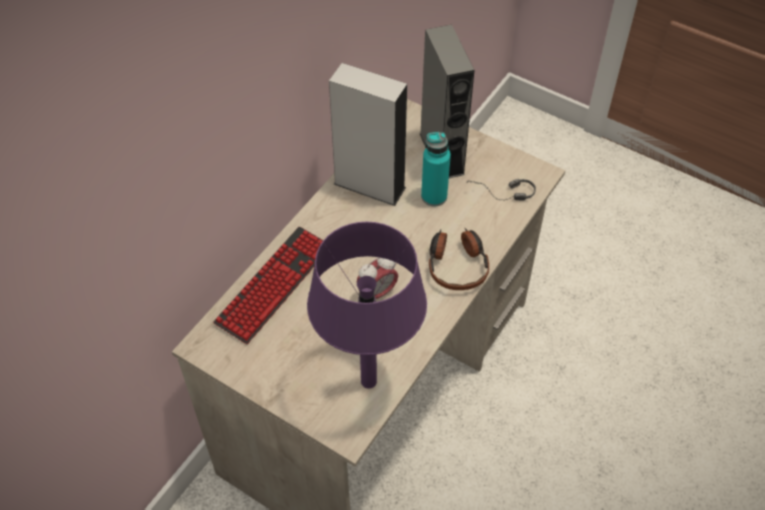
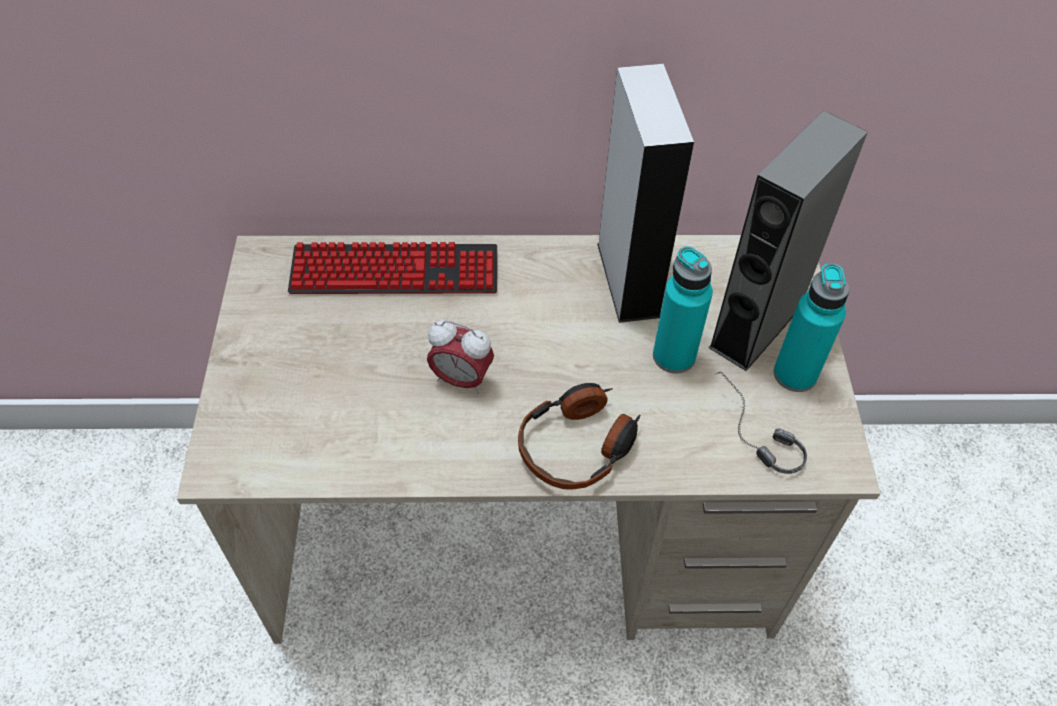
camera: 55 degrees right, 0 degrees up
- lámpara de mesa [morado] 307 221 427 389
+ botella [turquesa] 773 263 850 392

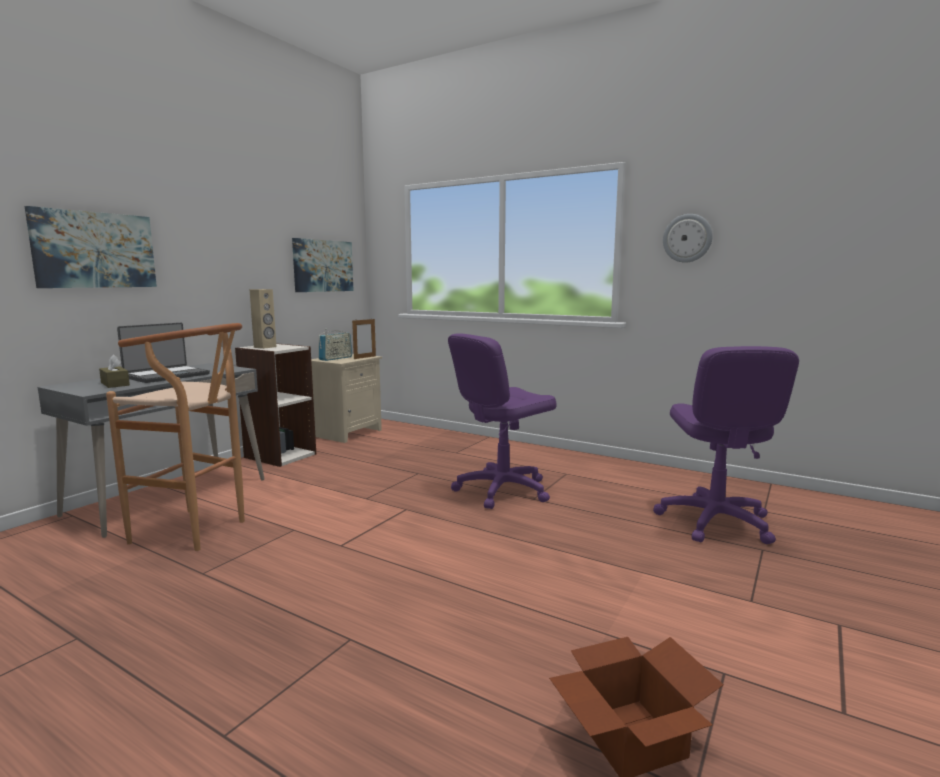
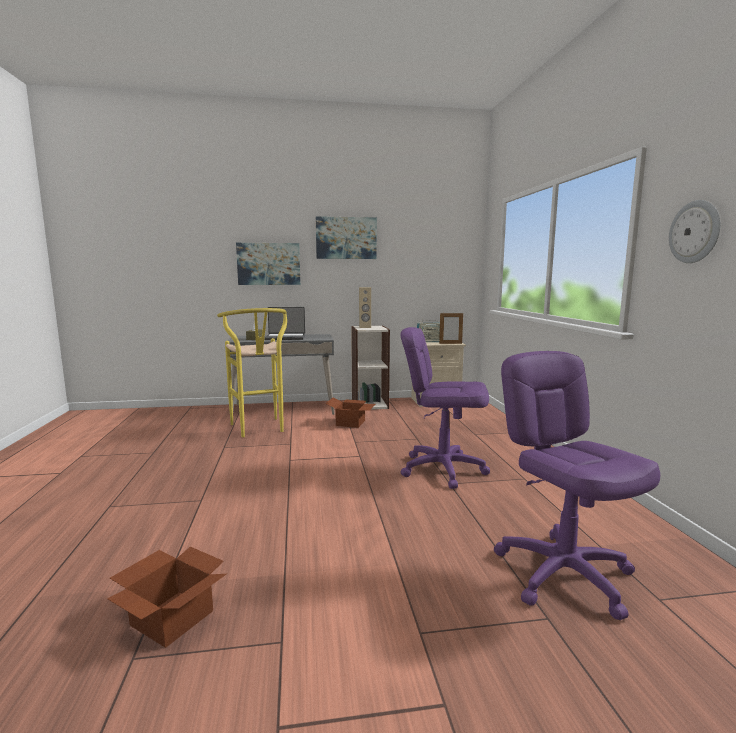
camera: 50 degrees right, 0 degrees up
~ cuadro 292 238 354 292 to 316 216 377 259
~ taburete [marrón] 106 323 245 551 to taburete [amarillo] 217 308 287 437
~ silla de oficina [morado] 653 346 799 544 = 494 351 660 620 105 degrees clockwise
+ caja de cartón 325 397 375 428

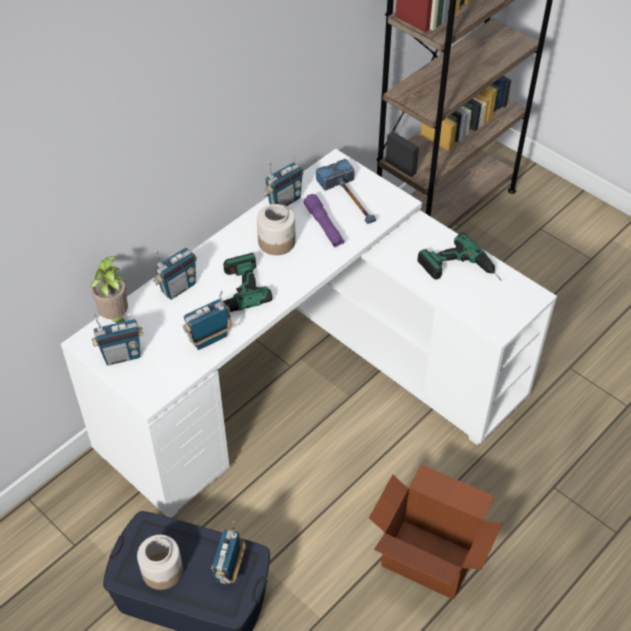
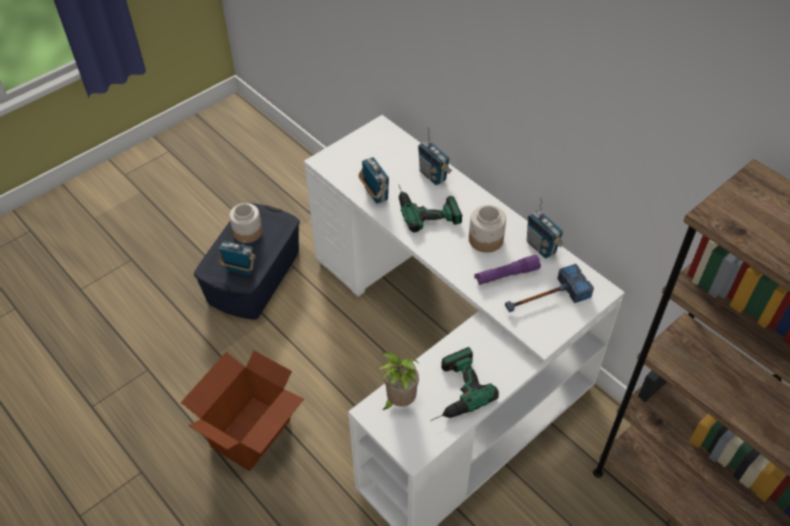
camera: 95 degrees right, 0 degrees up
~ planta en maceta 91 256 128 323 to 378 352 419 410
- radio 92 314 143 365

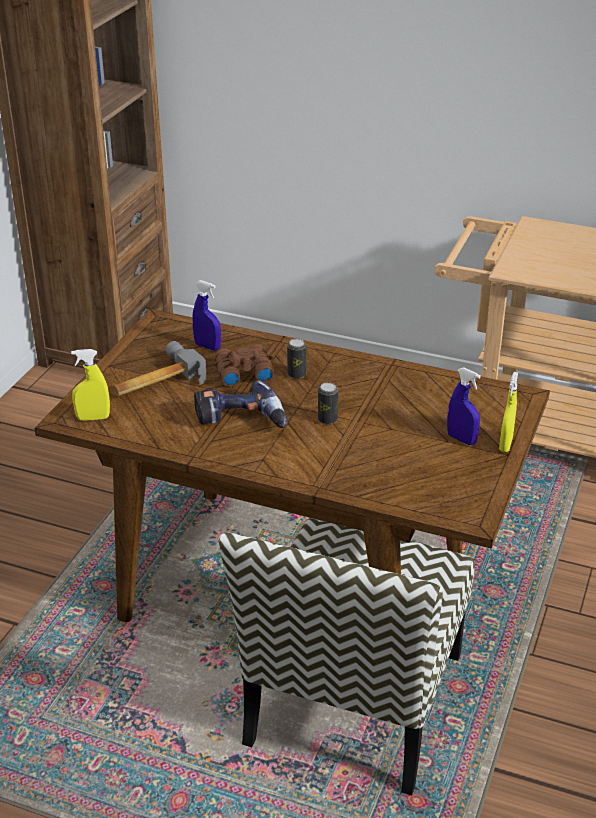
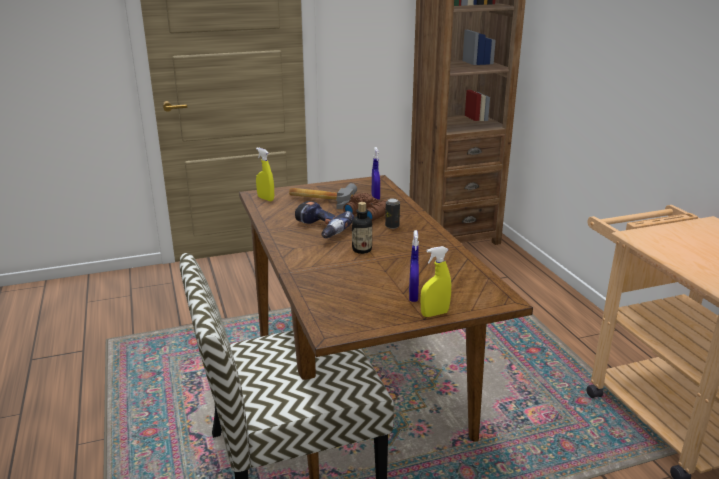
camera: 50 degrees right, 10 degrees down
~ lata 318 382 338 424 to botella 352 202 372 254

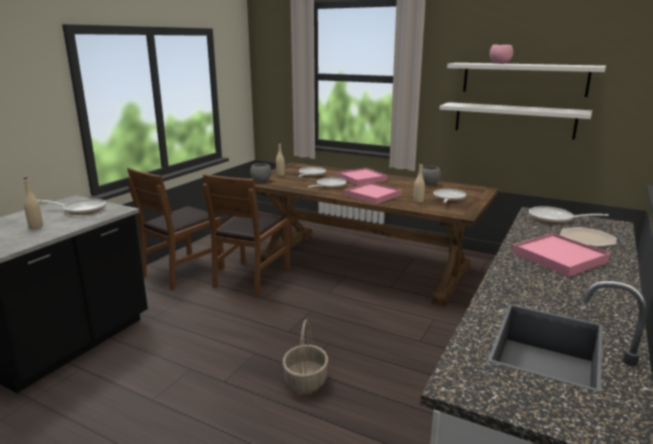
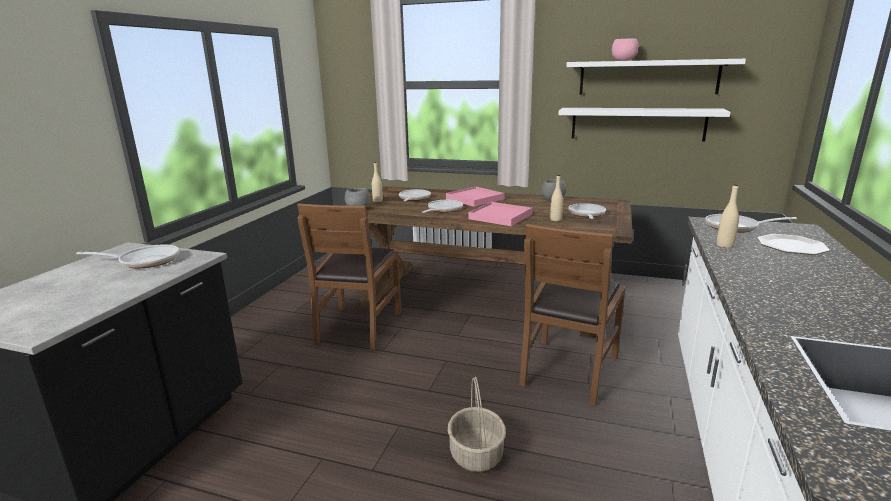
camera: 10 degrees left, 0 degrees up
~ silla [marrón] 127 168 225 290 to 519 224 626 406
~ botella [beis] 24 177 43 229 to 717 184 739 248
- bandeja [rosa] 512 233 610 277

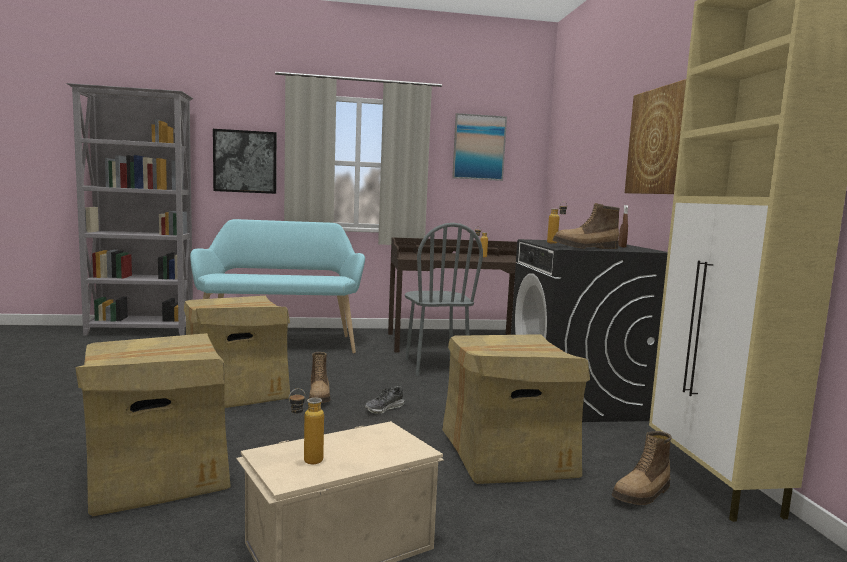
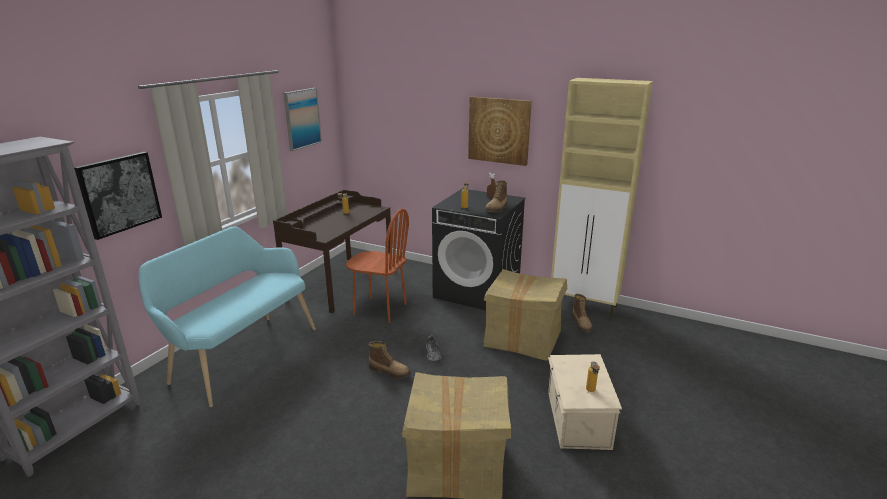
camera: 55 degrees left, 15 degrees up
~ silla [gris] 405 223 483 376 to silla [marrón] 346 209 409 323
- caja de cartón 184 296 290 408

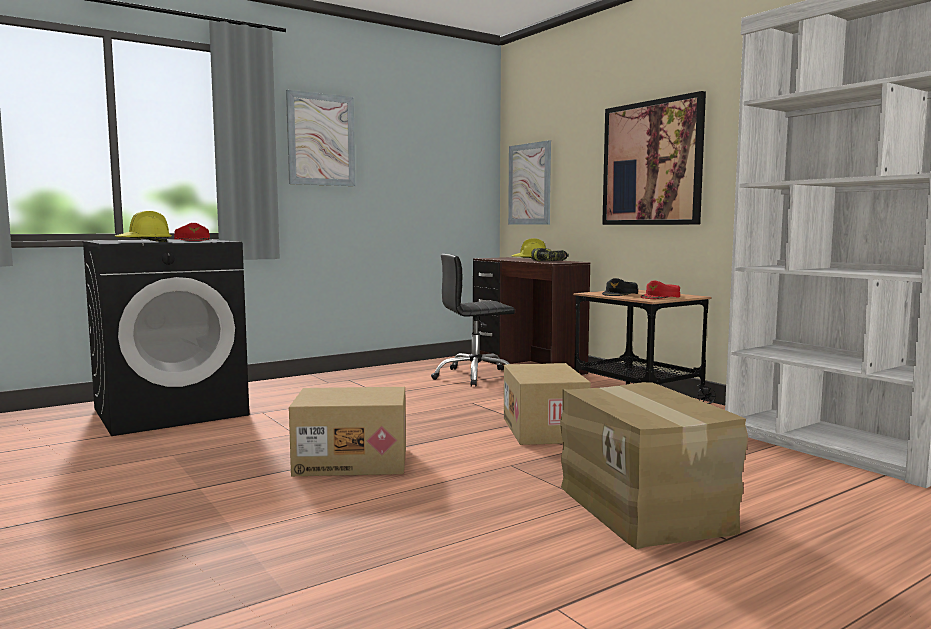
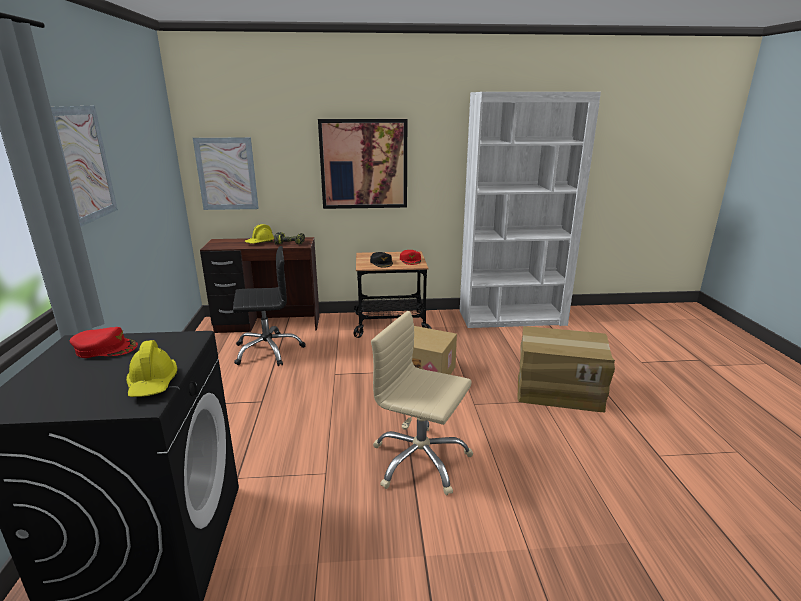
camera: 60 degrees left, 15 degrees up
~ silla de oficina [negro] 431 254 515 387 = 233 246 306 366 120 degrees counterclockwise
~ caja de cartón 289 387 406 476 to silla de oficina [beis] 371 311 473 495

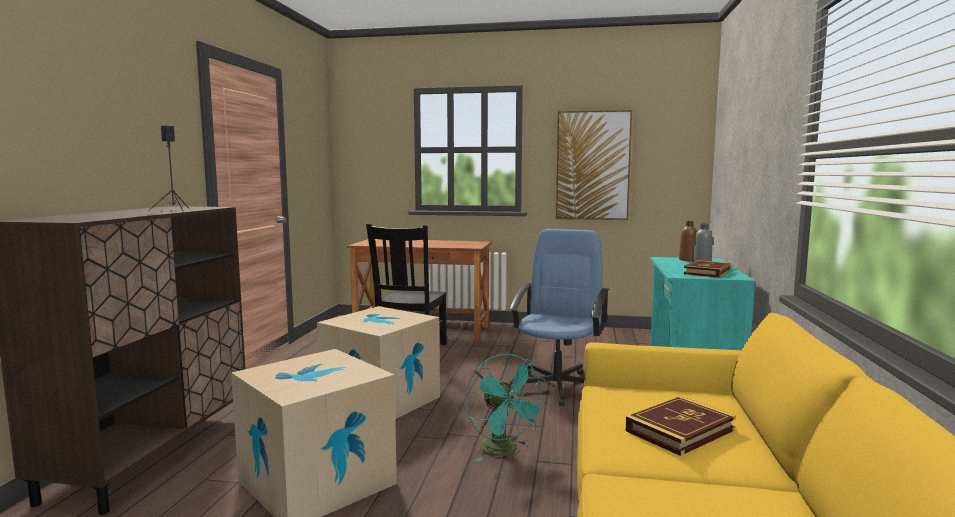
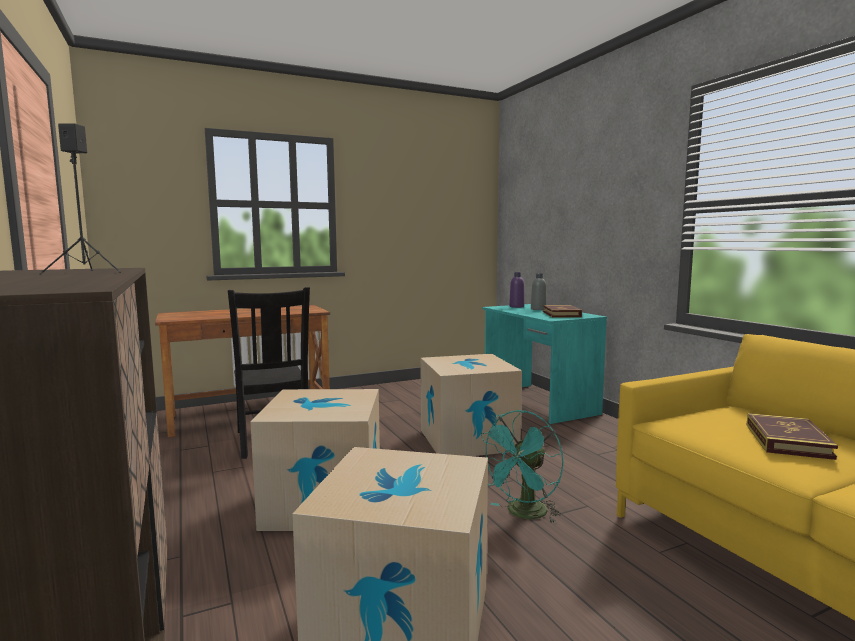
camera: 35 degrees left, 0 degrees up
- cuadro 556 110 632 220
~ botella [marrón] 679 221 697 261 to botella [morado] 509 272 524 308
~ silla de oficina [azul] 509 229 609 407 to caja de cartón 420 354 522 456
~ ventilador [turquesa] 466 354 547 462 = 481 410 563 524 105 degrees clockwise

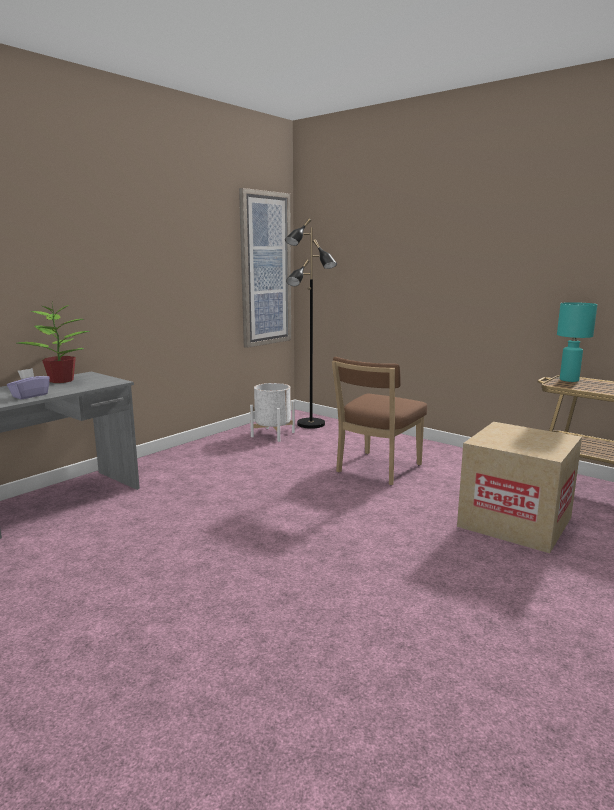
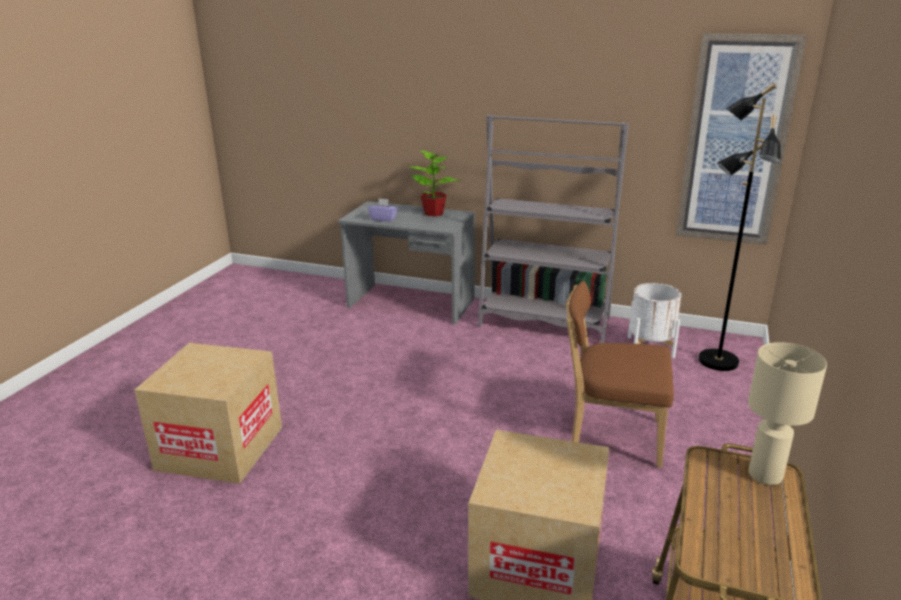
camera: 70 degrees right, 10 degrees up
~ lámpara de mesa [turquesa] 557 302 597 382 to lámpara de mesa [beis] 748 342 827 485
+ estantería [gris] 478 115 629 343
+ caja de cartón 134 343 282 484

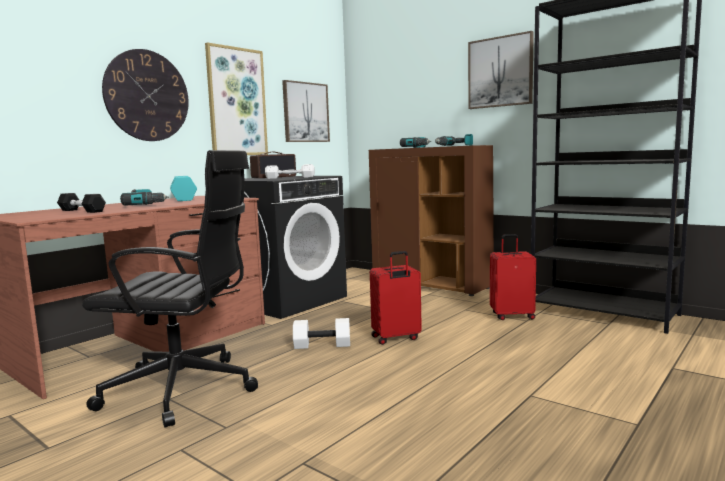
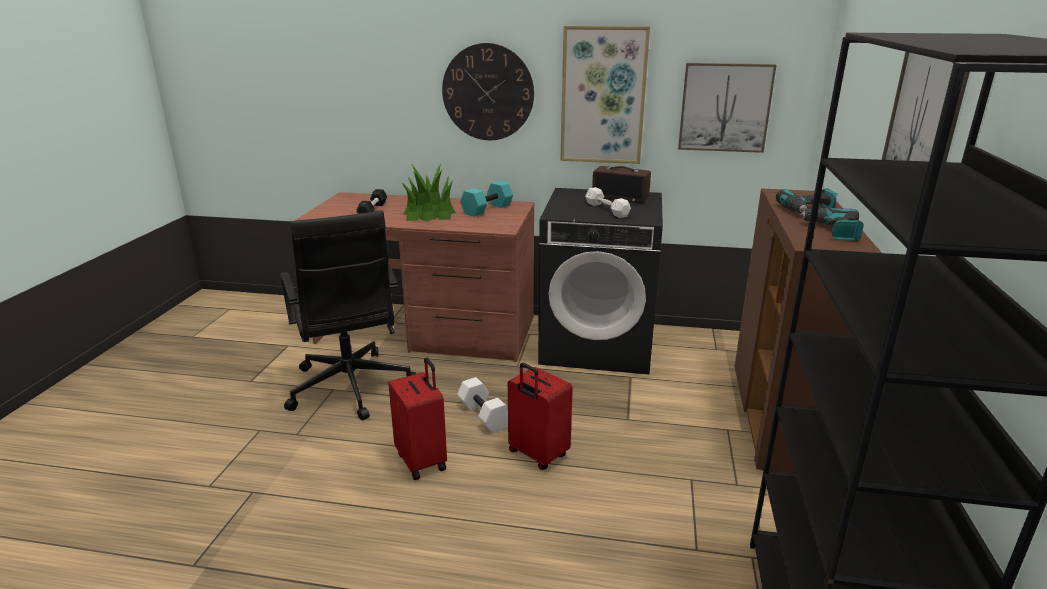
camera: 60 degrees right, 15 degrees up
~ taladro 120 189 169 206 to planta en maceta 401 164 456 221
~ maleta [rojo] 490 234 536 320 to 388 357 447 480

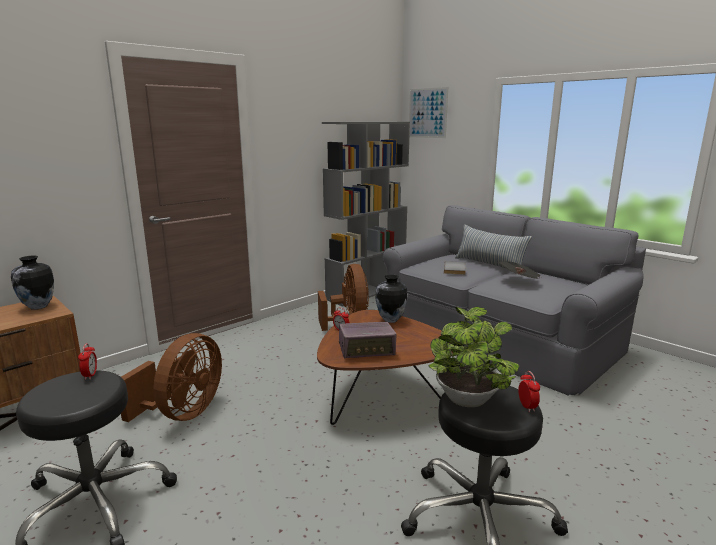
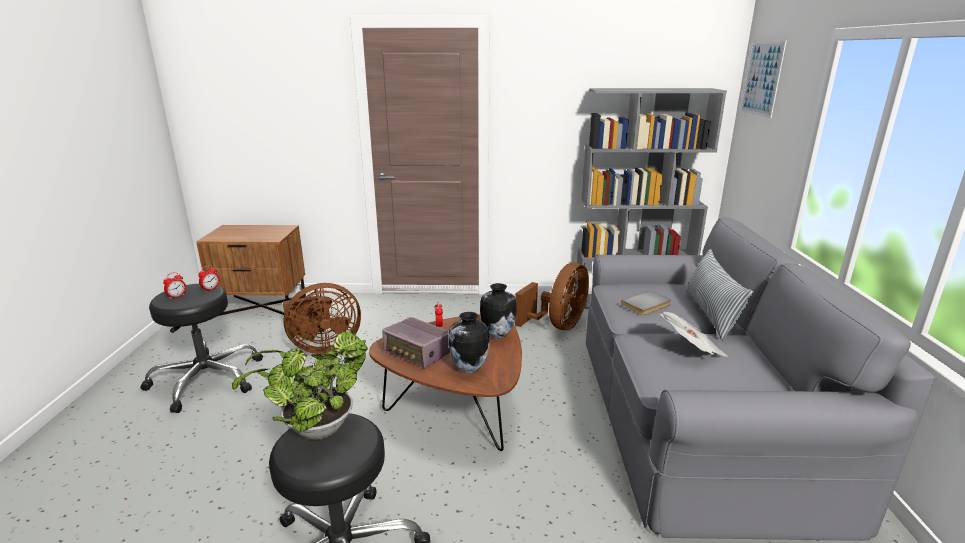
camera: 45 degrees right, 5 degrees up
~ florero 11 256 54 310 to 449 312 490 374
~ despertador 518 371 540 412 to 163 272 186 299

